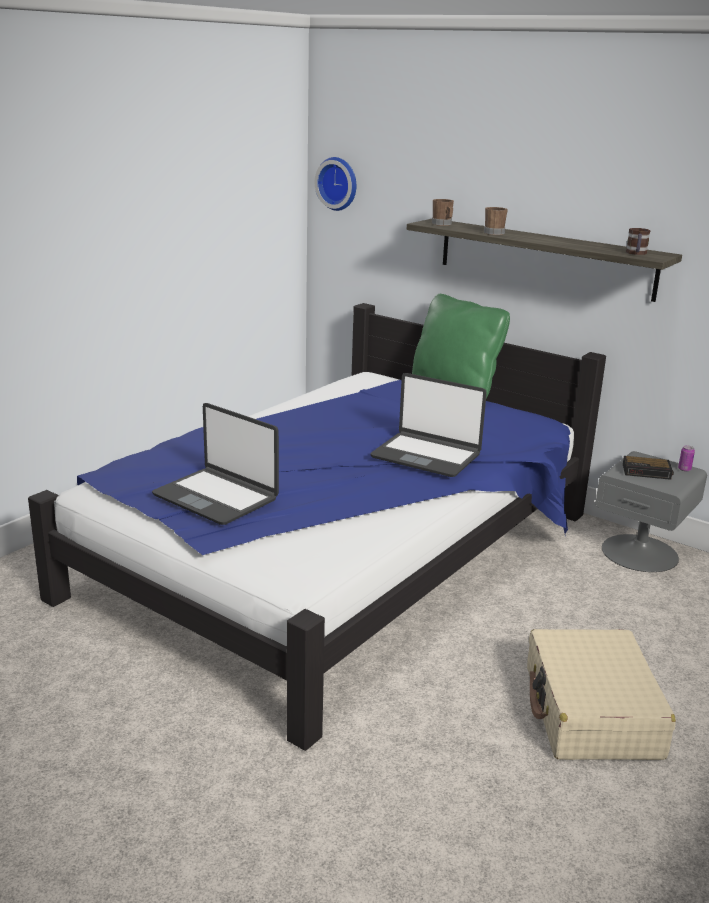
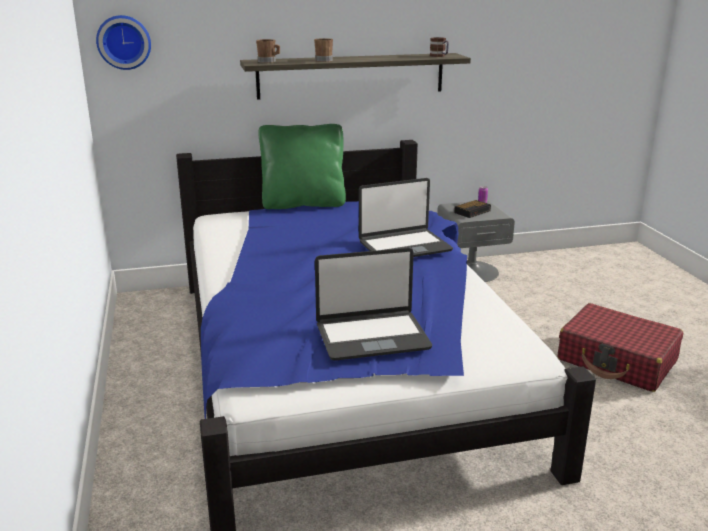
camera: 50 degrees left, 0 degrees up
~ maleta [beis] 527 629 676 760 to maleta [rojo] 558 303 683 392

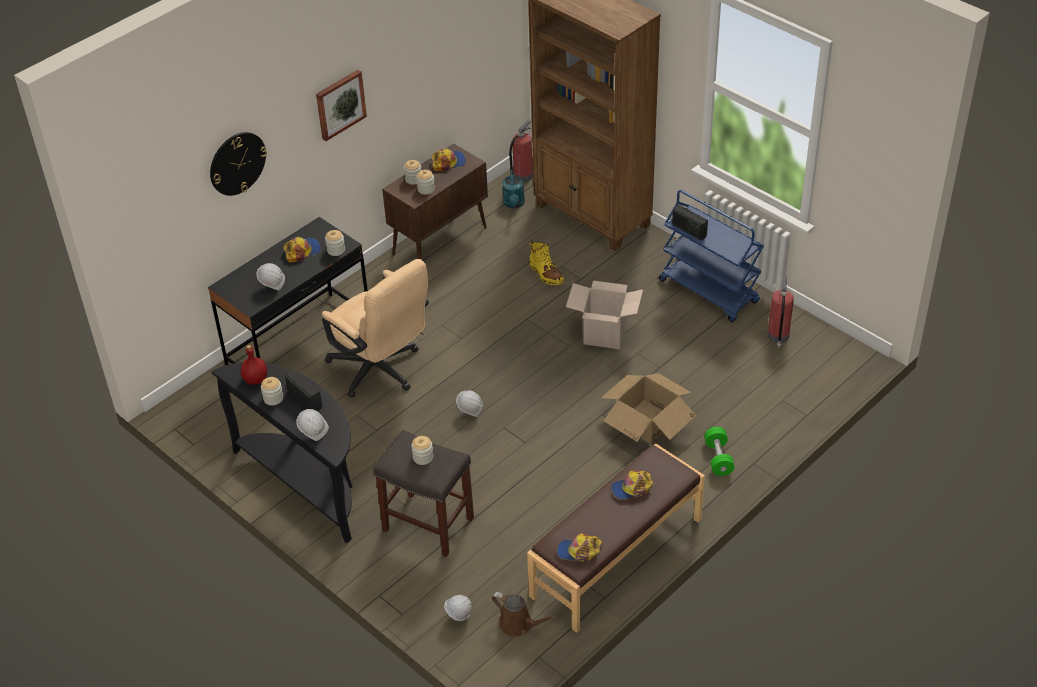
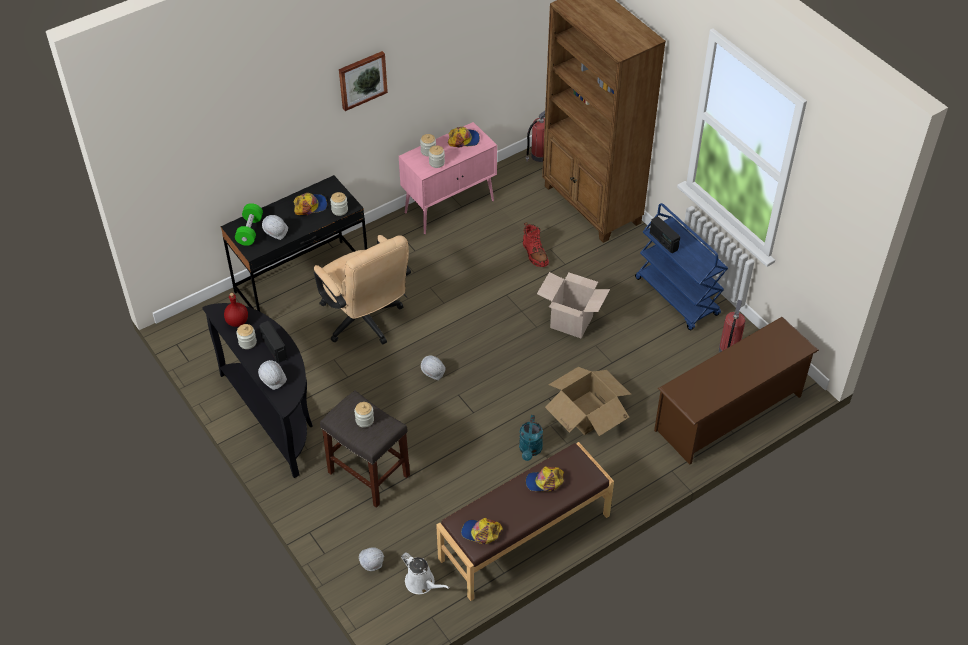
camera: 10 degrees right, 5 degrees up
- reloj de pared 210 132 267 196
~ armario [marrón] 382 144 488 260 to armario [rosa] 399 122 497 234
~ regadera [turquesa] 502 169 525 208 to 519 415 543 461
~ bota [amarillo] 529 240 564 285 to bota [rojo] 523 222 549 267
~ mancuerna [verde] 704 427 735 476 to 235 203 263 246
~ regadera [marrón] 492 592 556 637 to regadera [blanco] 401 552 450 594
+ zapatero [marrón] 654 317 819 465

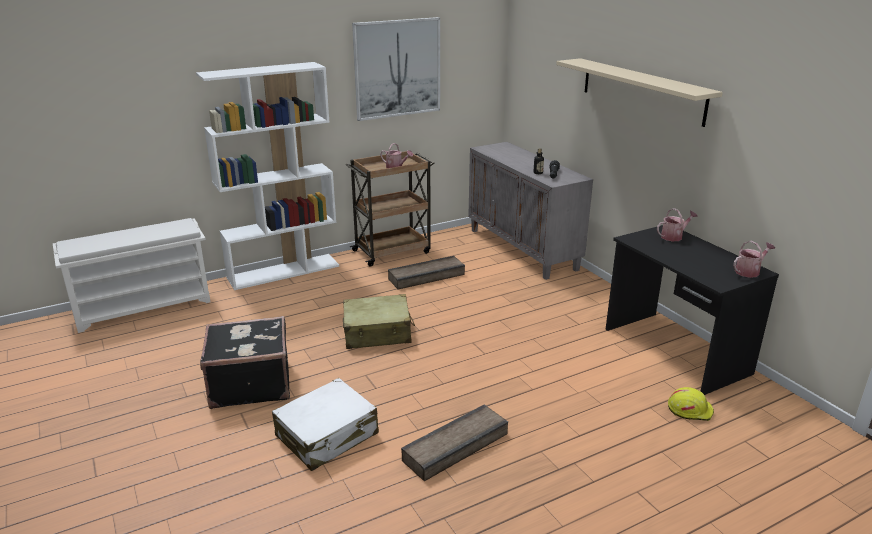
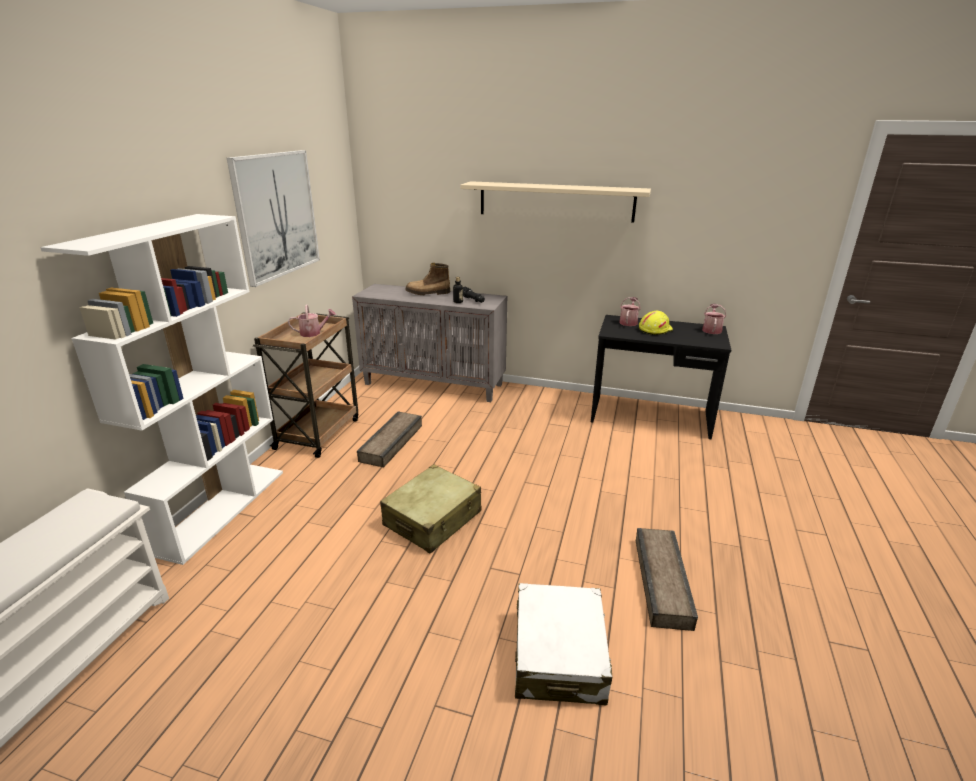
camera: 45 degrees left, 0 degrees up
- maleta [negro] 200 316 290 409
~ casco [amarillo] 668 387 714 421 to 639 311 673 335
+ bota 405 263 450 296

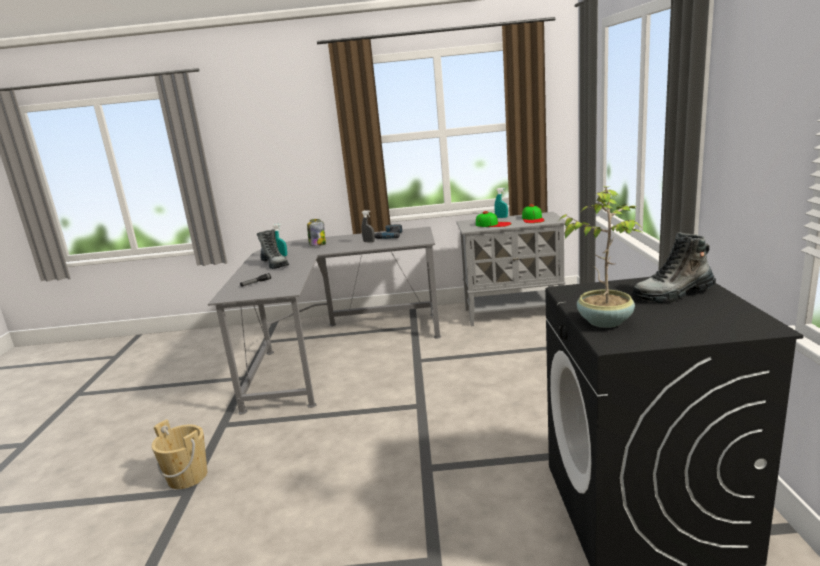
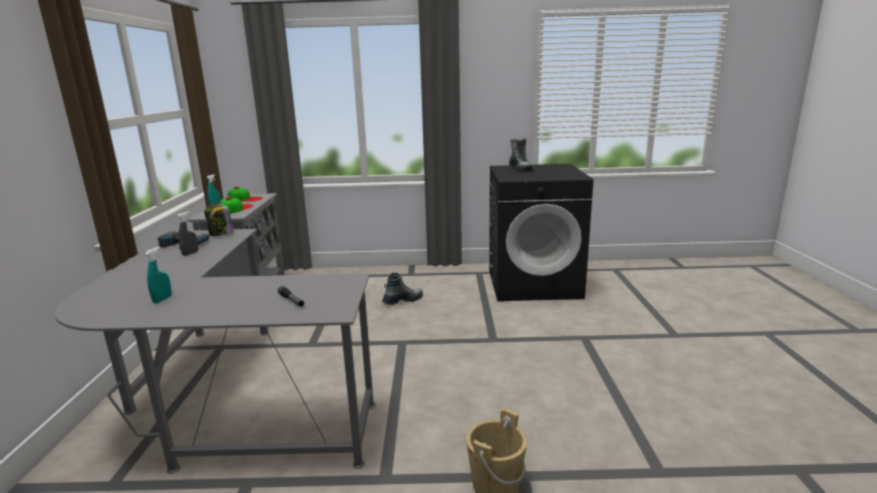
camera: 90 degrees left, 0 degrees up
- planta en maceta 559 186 641 328
~ tarro 307 219 326 246 to 204 203 234 236
~ bota 257 229 289 269 to 382 273 423 305

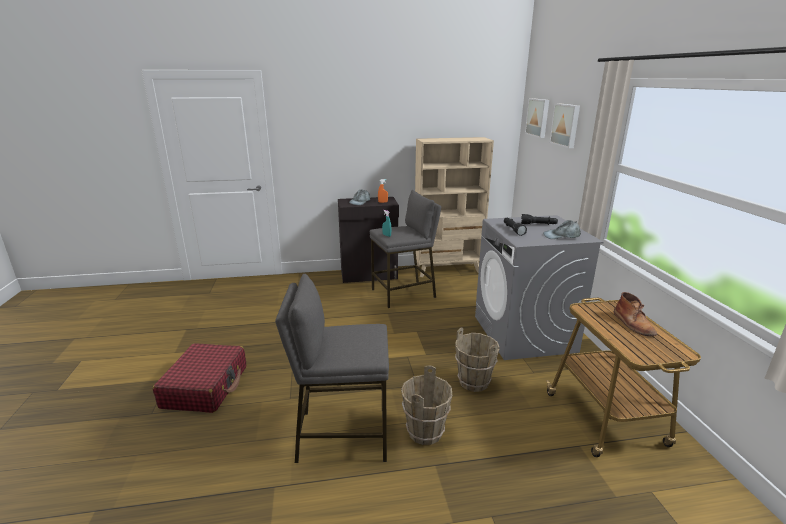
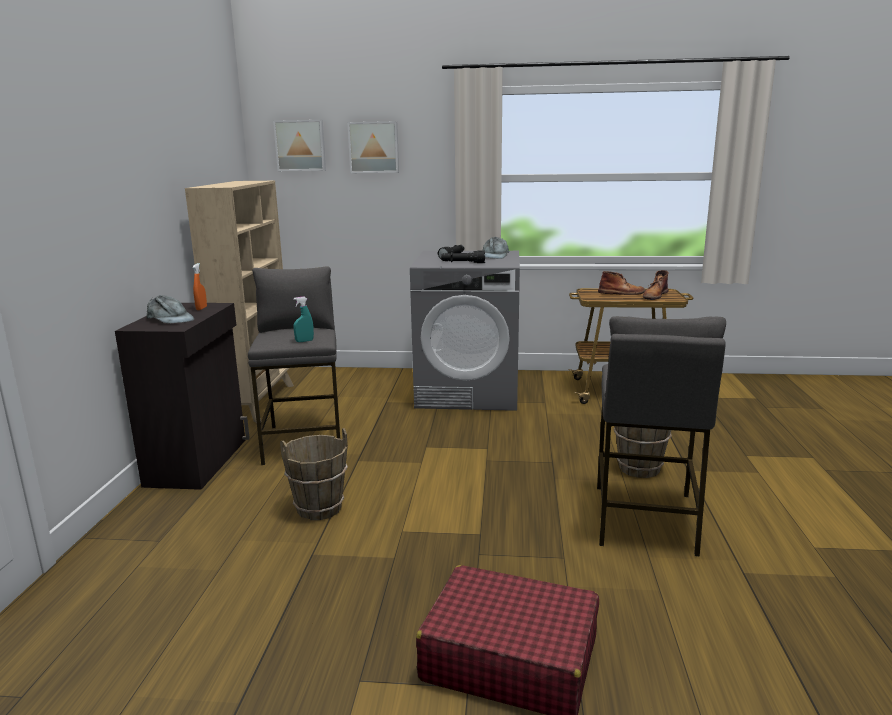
camera: 75 degrees left, 5 degrees down
~ cubo [marrón] 455 328 500 392 to 280 428 348 520
+ bota [marrón] 643 270 669 300

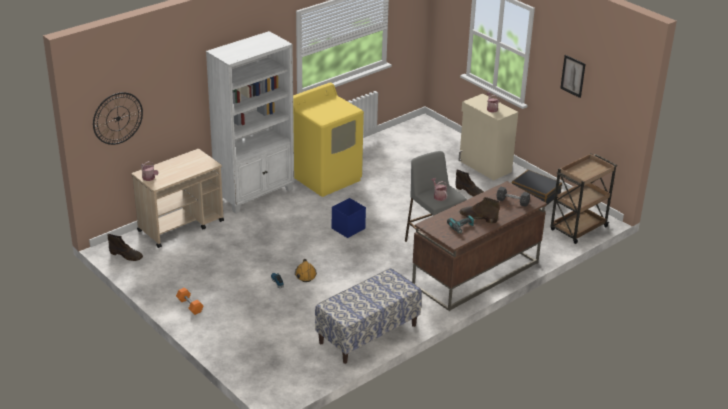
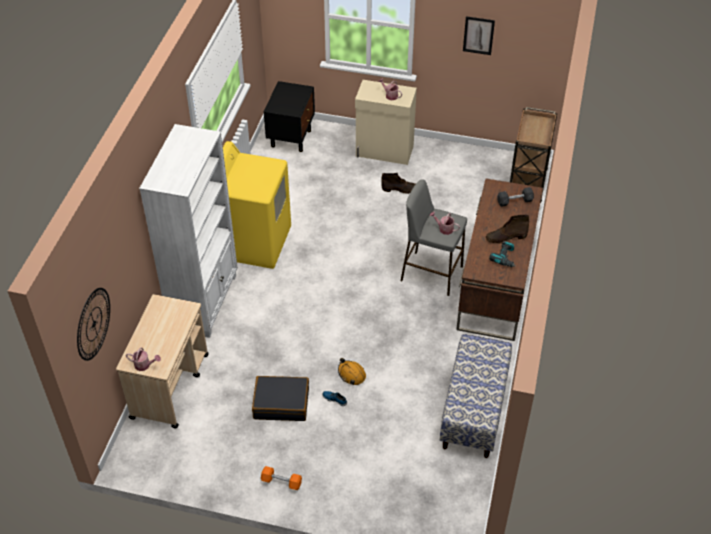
camera: 35 degrees left, 15 degrees up
~ maleta [negro] 512 170 562 206 to 252 376 309 421
- caja de almacenaje [azul] 332 198 366 238
- bota [marrón] 107 234 143 261
+ mesita de noche [negro] 264 81 315 152

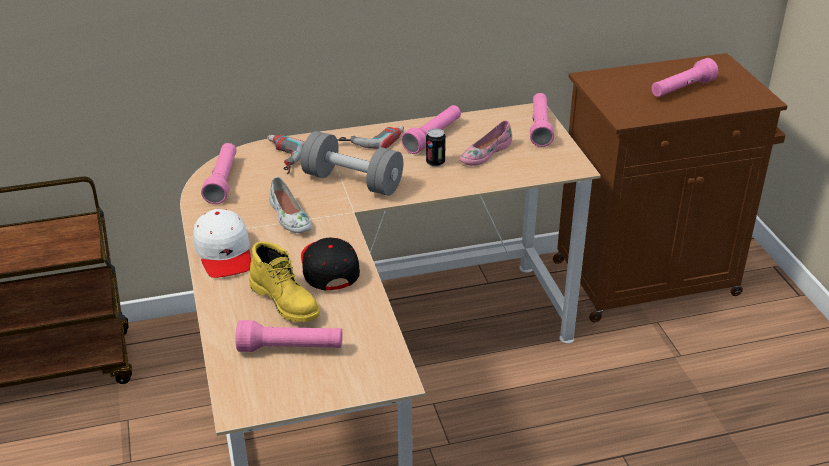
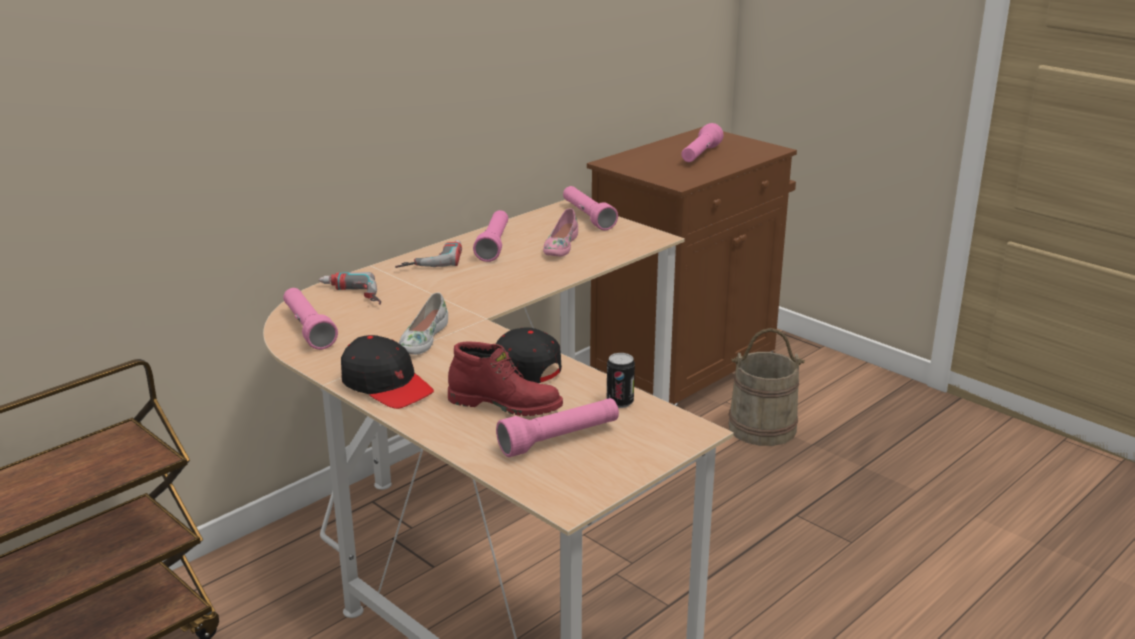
camera: 30 degrees left, 10 degrees down
~ lata 426 128 446 167 to 607 353 635 408
- mancuerna [gris] 301 131 403 196
~ zapato [blanco] 269 177 312 233 = 399 293 448 355 75 degrees clockwise
~ gorra [blanco] 193 209 251 278 to gorra [negro] 341 335 434 409
~ bota [amarillo] 249 241 320 322 to bota [rojo] 448 342 563 416
+ cubo [beis] 728 328 805 446

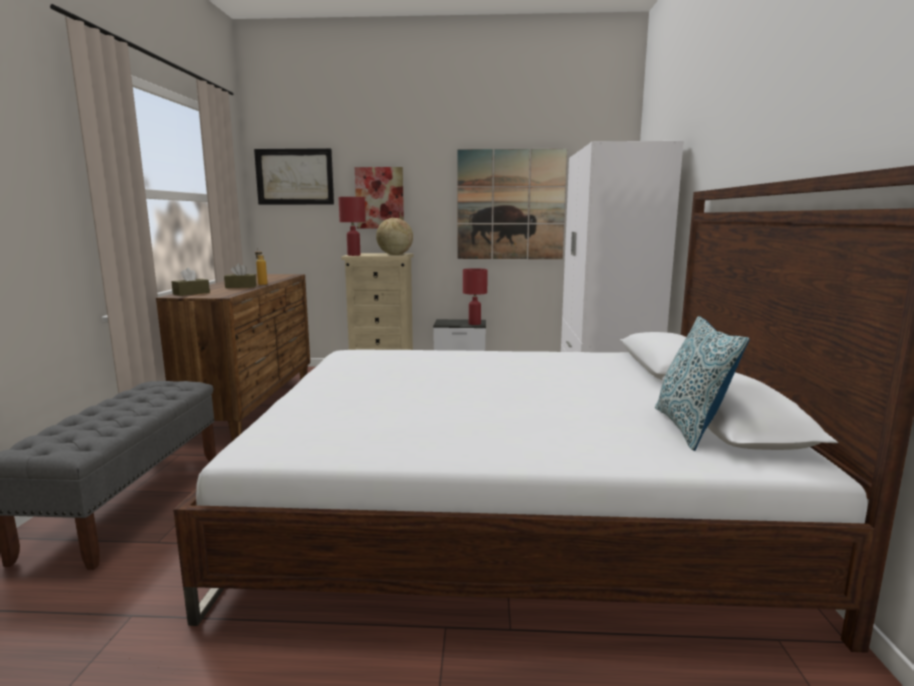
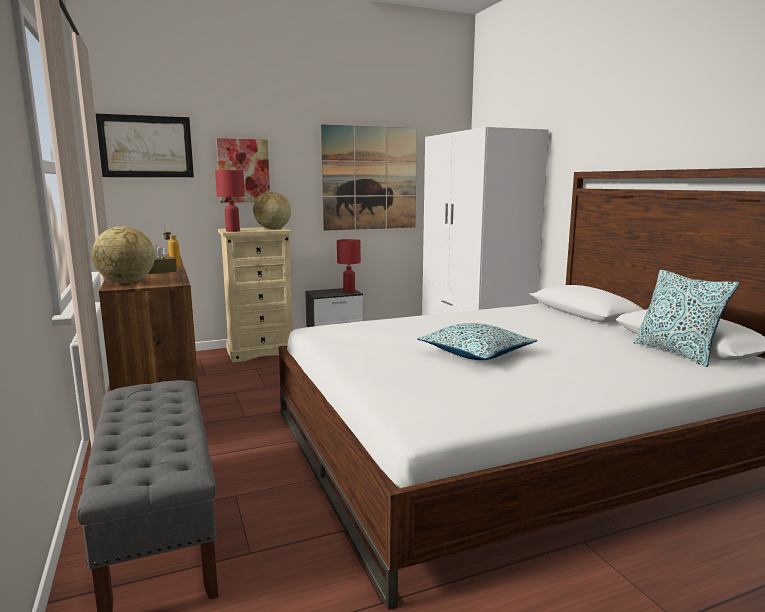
camera: 25 degrees left, 0 degrees up
~ caja de pañuelos [marrón] 171 268 210 296 to globo terráqueo 92 226 155 283
+ cojín 417 323 538 360

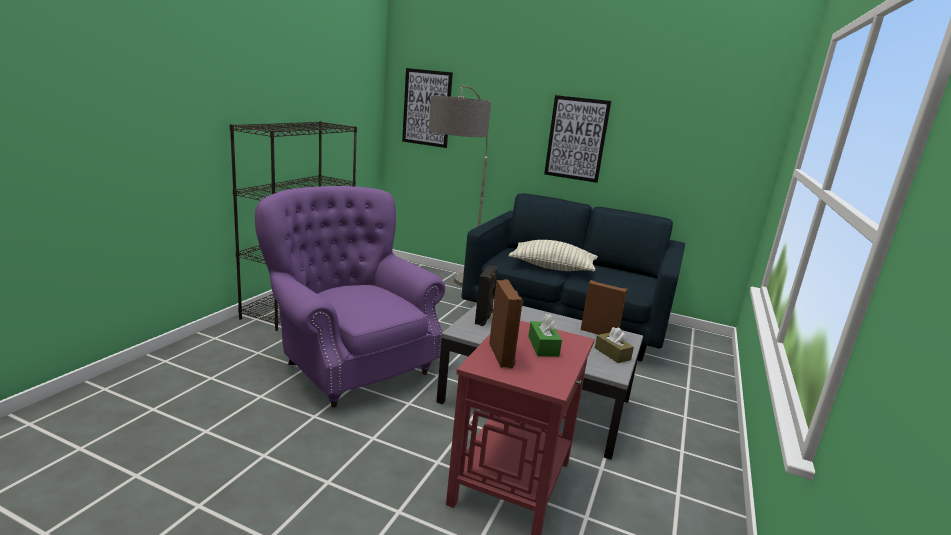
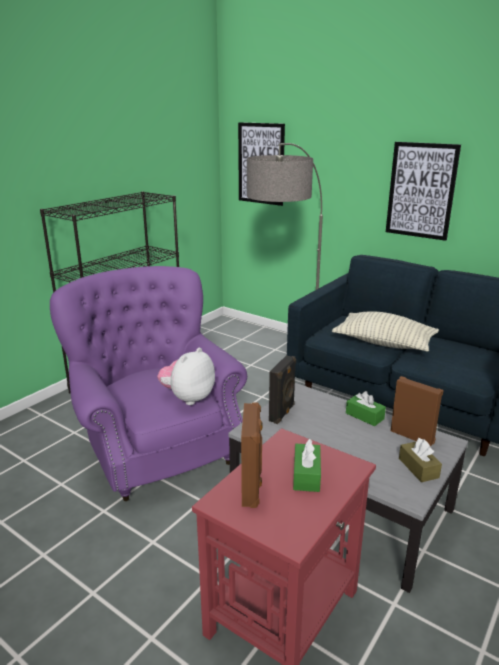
camera: 15 degrees right, 5 degrees up
+ peluche 157 348 215 405
+ caja de pañuelos [verde] 346 391 386 426

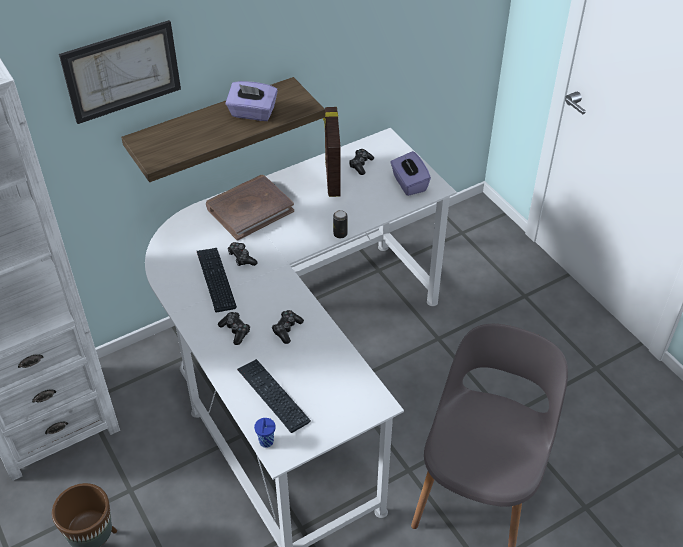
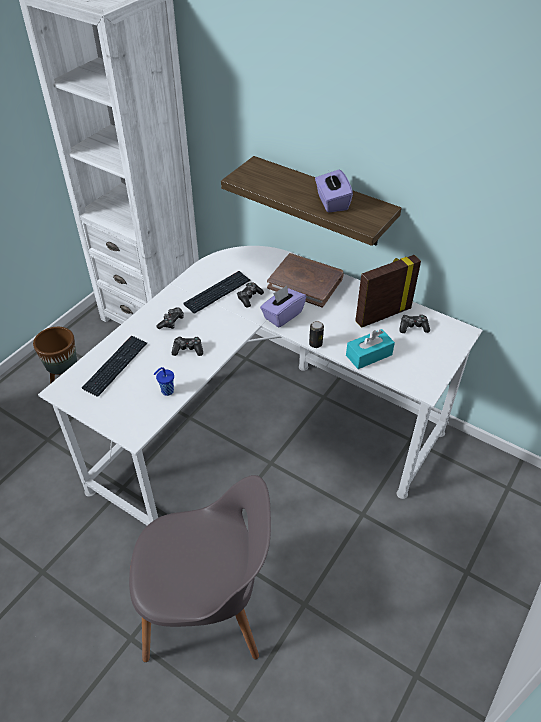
camera: 65 degrees right, 0 degrees up
- cuadro 59 20 181 124
~ caja de pañuelos [morado] 390 151 431 196 to 260 285 306 328
~ taza [azul] 254 418 275 448 to 154 367 174 396
+ caja de pañuelos [turquesa] 346 329 395 369

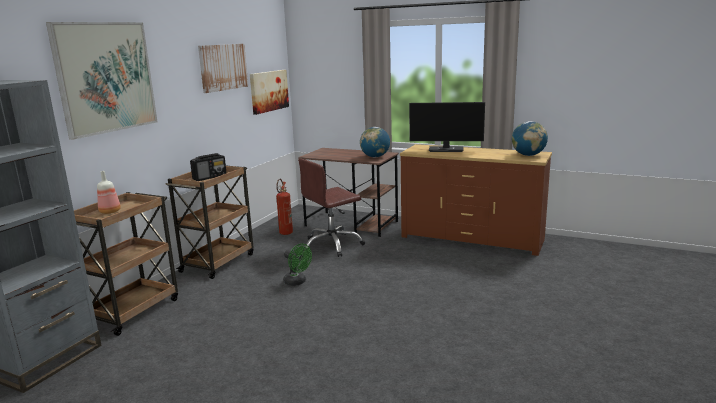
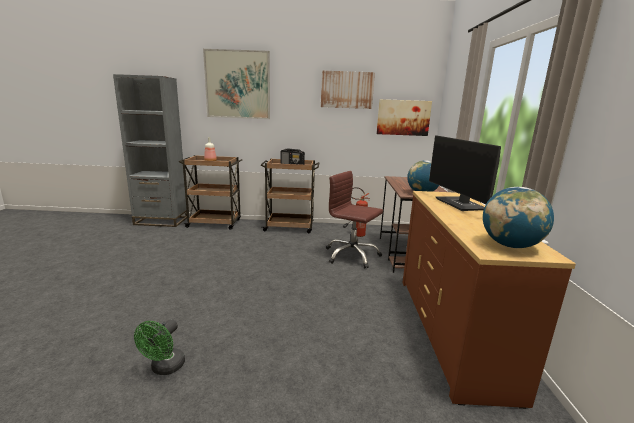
camera: 65 degrees right, 0 degrees up
~ ventilador [verde] 283 244 312 286 to 134 319 185 375

